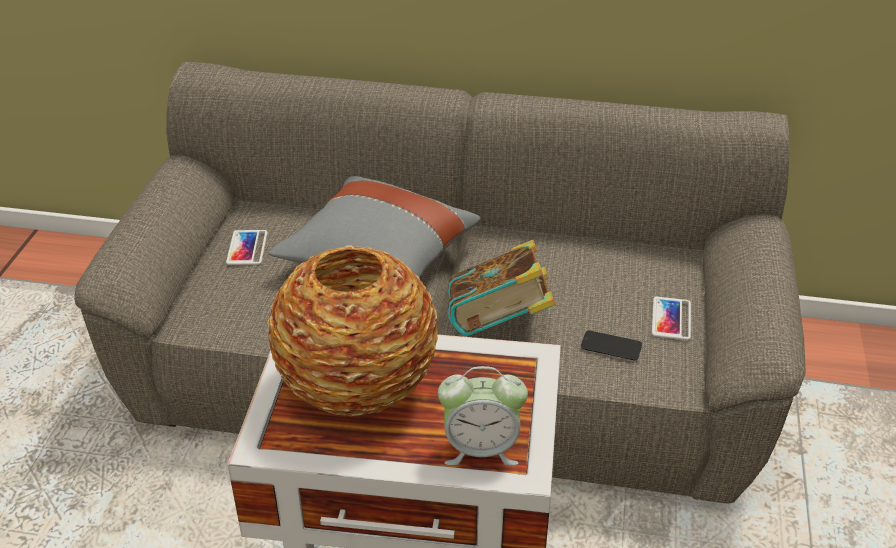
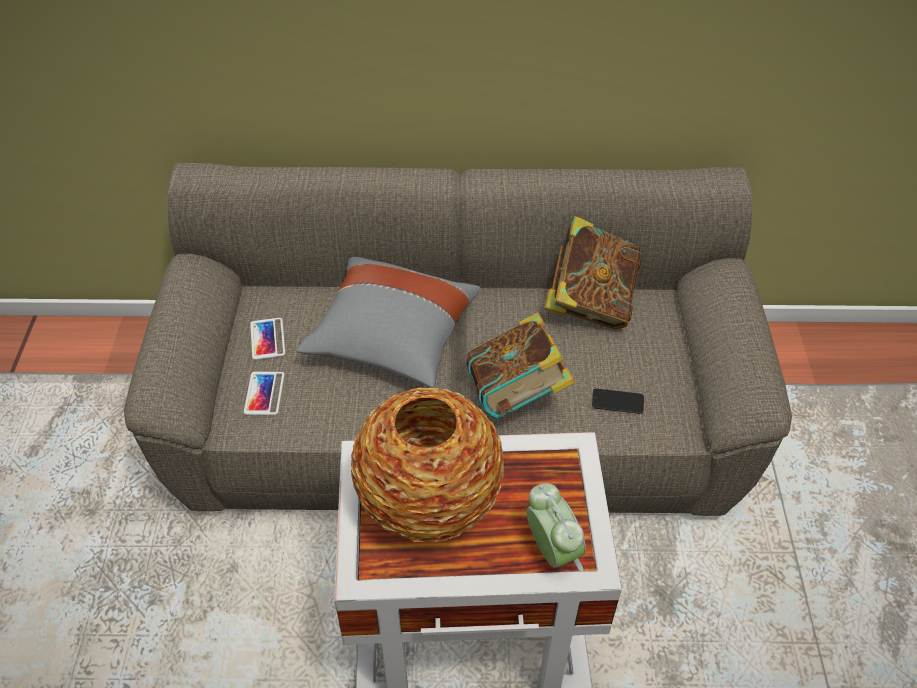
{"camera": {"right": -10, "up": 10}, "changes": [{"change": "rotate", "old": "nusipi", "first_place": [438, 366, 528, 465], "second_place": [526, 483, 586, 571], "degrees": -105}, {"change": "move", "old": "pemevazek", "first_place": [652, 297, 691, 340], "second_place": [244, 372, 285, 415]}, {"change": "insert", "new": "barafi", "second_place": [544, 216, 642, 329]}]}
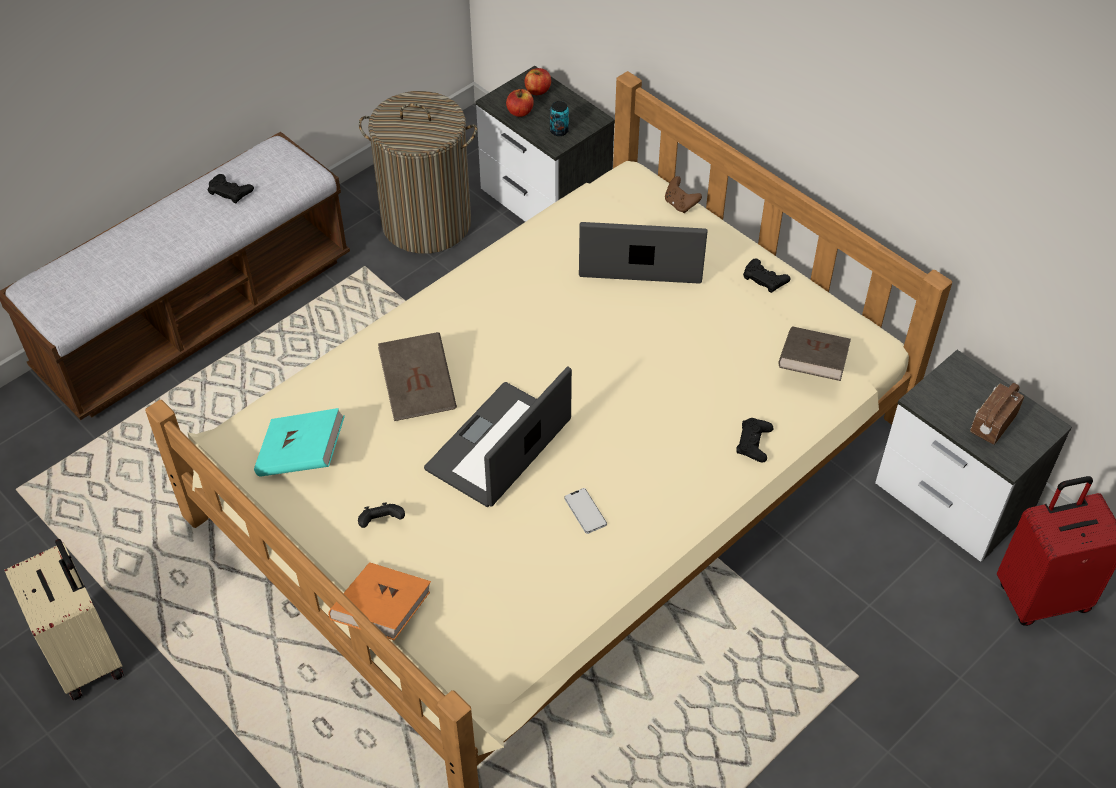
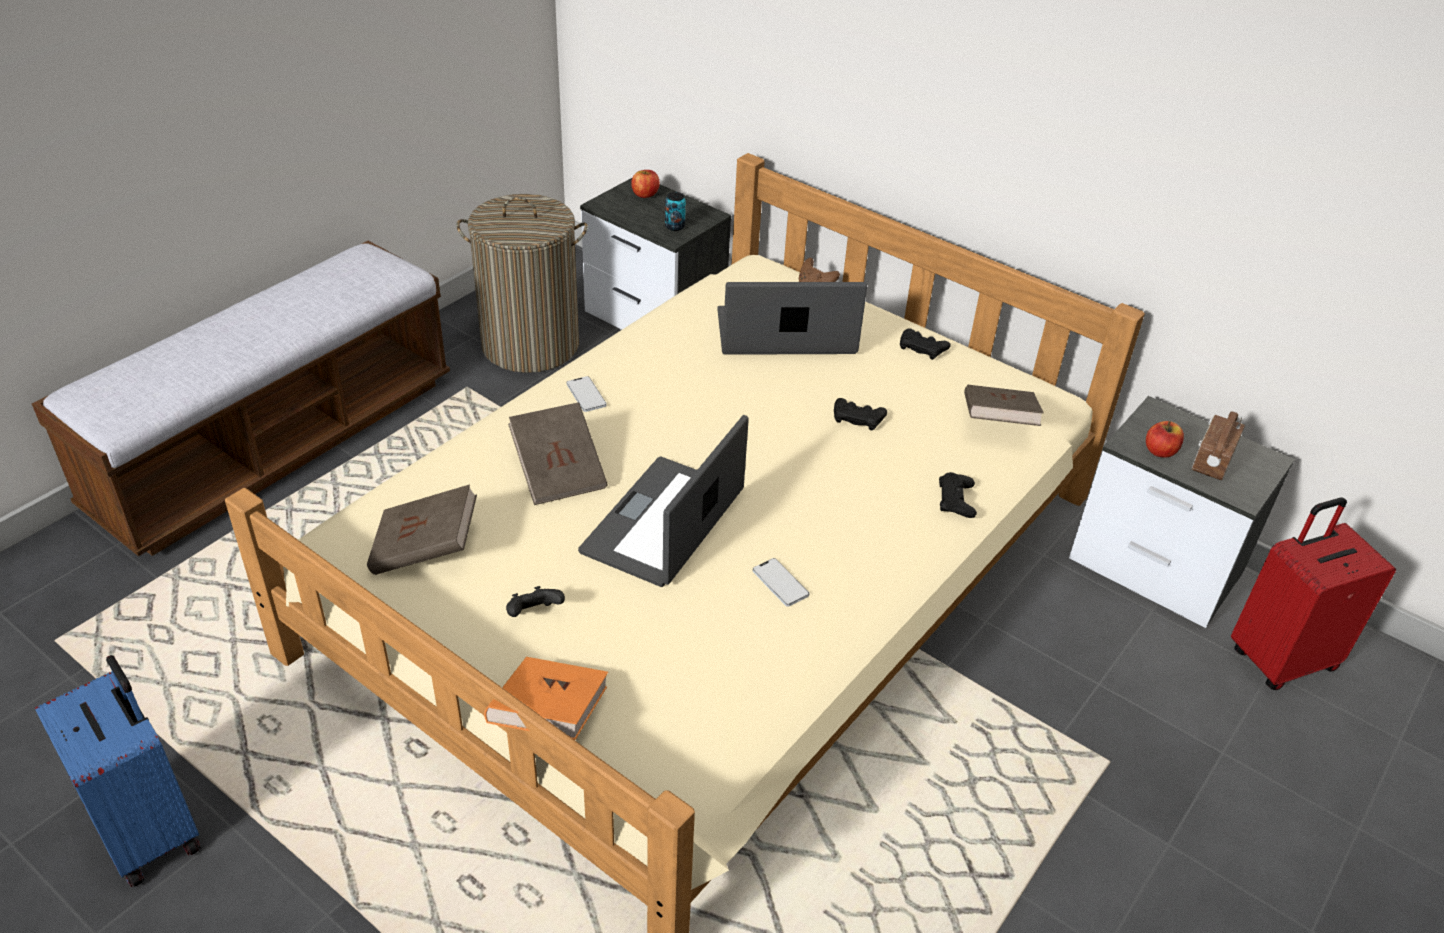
{"camera": {"right": -10, "up": -10}, "changes": [{"change": "recolor", "old": "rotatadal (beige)", "new": "rotatadal (blue)", "first_place": [4, 539, 124, 700], "second_place": [35, 655, 201, 887]}, {"change": "move", "old": "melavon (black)", "first_place": [208, 174, 254, 203], "second_place": [834, 398, 887, 430]}, {"change": "recolor", "old": "barafi (turquoise)", "new": "barafi (brown)", "first_place": [254, 408, 345, 477], "second_place": [367, 485, 477, 575]}, {"change": "move", "old": "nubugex", "first_place": [506, 89, 534, 117], "second_place": [1146, 421, 1184, 458]}, {"change": "insert", "new": "pemevazek", "second_place": [566, 376, 607, 412]}]}
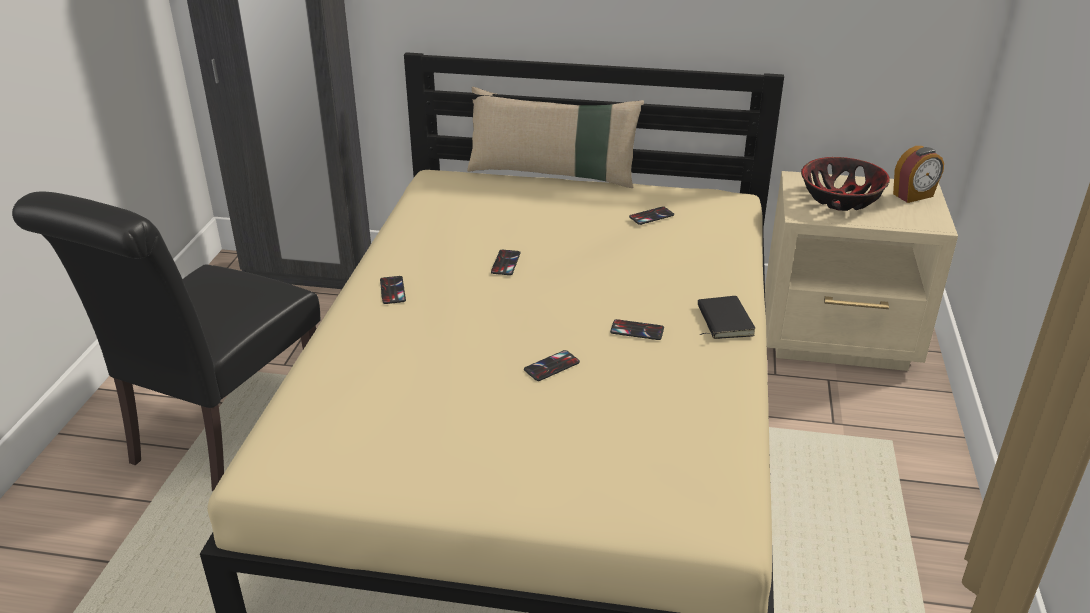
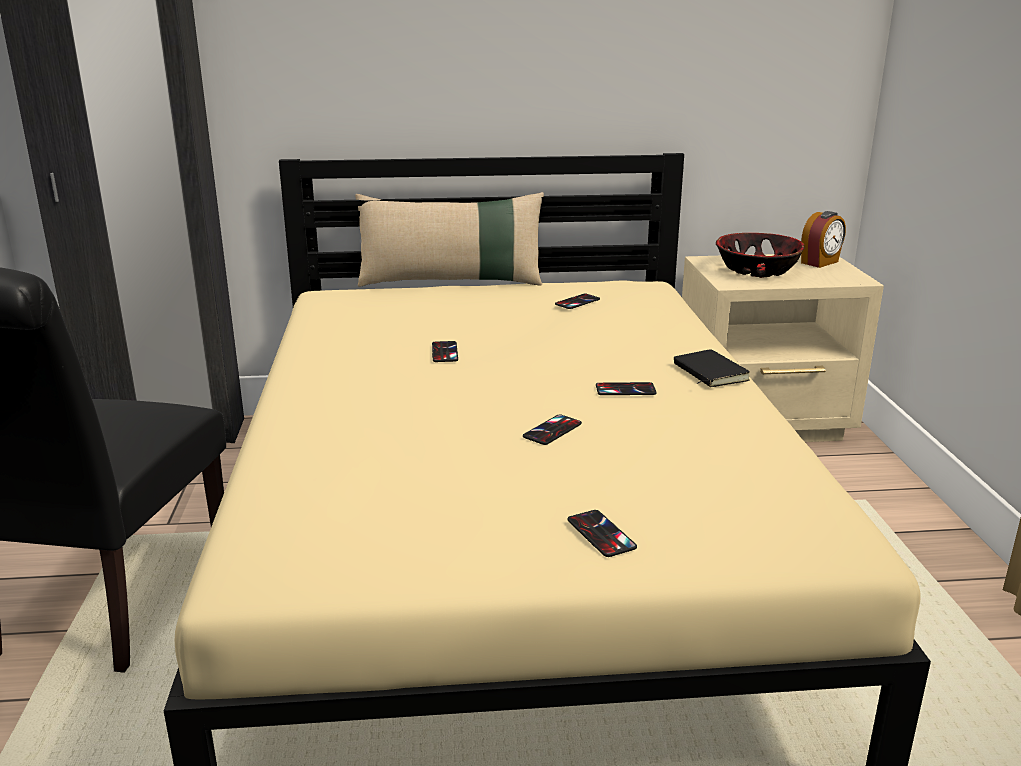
{"camera": {"right": -15, "up": -10}, "changes": [{"change": "move", "old": "pemevazek", "first_place": [380, 276, 406, 304], "second_place": [568, 510, 637, 557]}]}
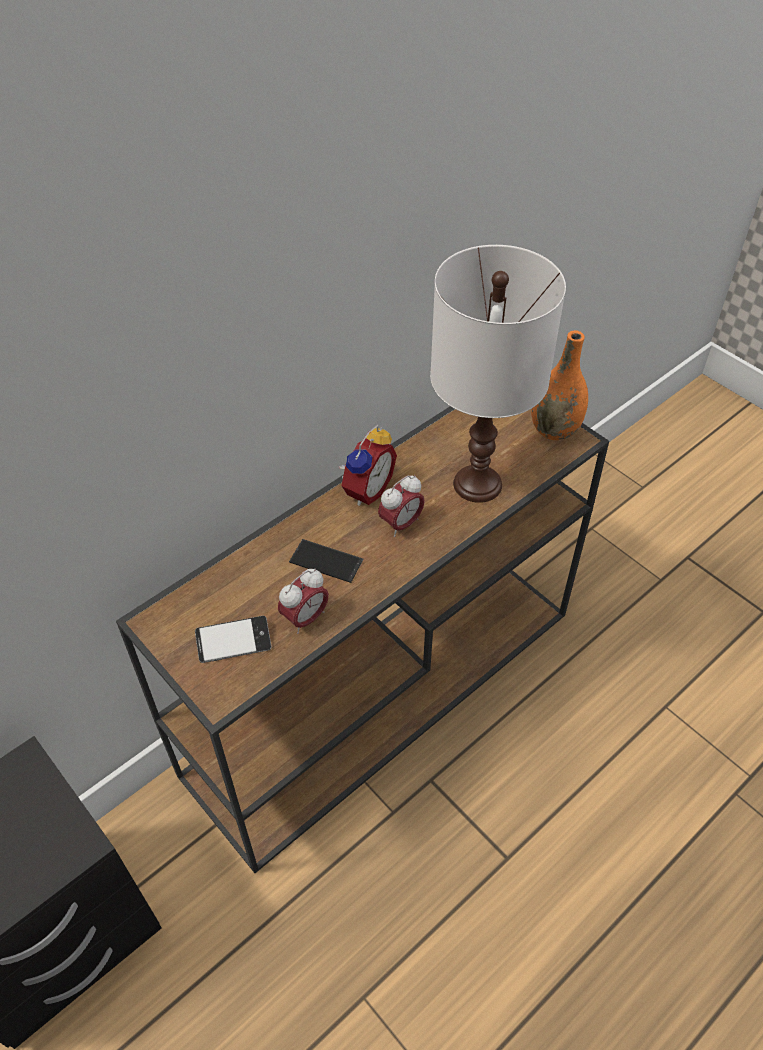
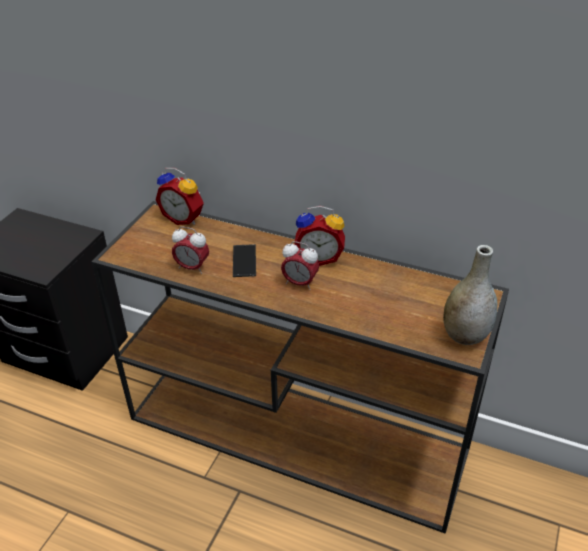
{"camera": {"right": 65, "up": -10}, "changes": [{"change": "delete", "old": "pemevazek", "first_place": [195, 616, 272, 663]}, {"change": "delete", "old": "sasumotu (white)", "first_place": [430, 245, 566, 503]}, {"change": "recolor", "old": "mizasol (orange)", "new": "mizasol (grey)", "first_place": [531, 330, 588, 440], "second_place": [443, 245, 497, 345]}, {"change": "insert", "new": "nusipi", "second_place": [155, 168, 204, 225]}]}
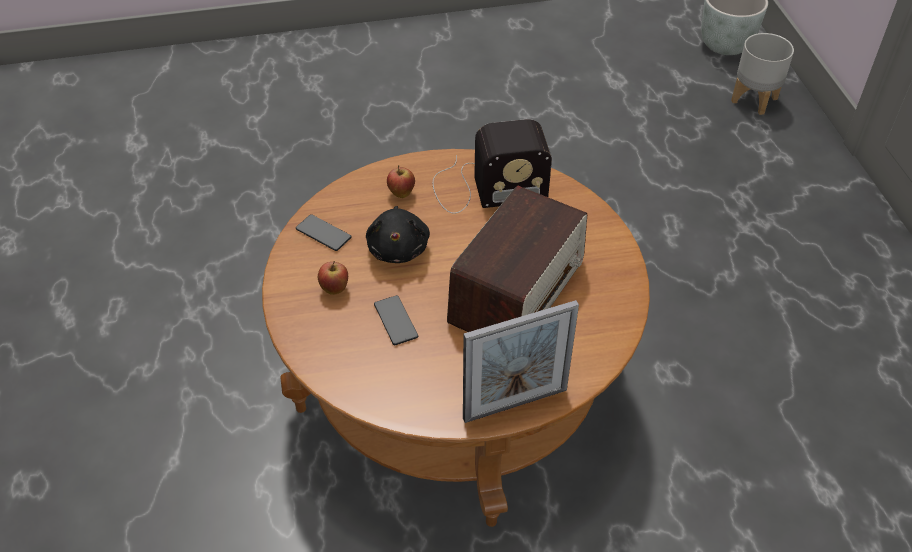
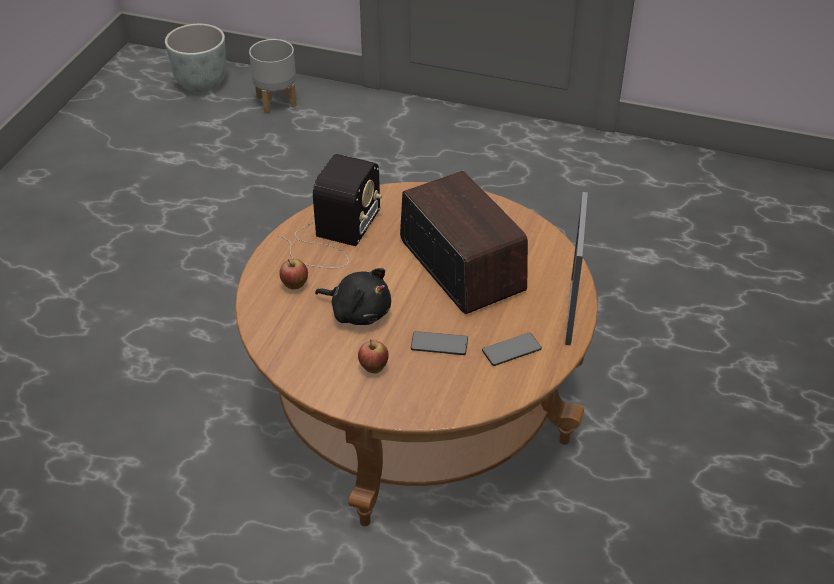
{"camera": {"right": -60, "up": -5}, "changes": [{"change": "move", "old": "pemevazek", "first_place": [296, 214, 352, 251], "second_place": [482, 333, 542, 366]}]}
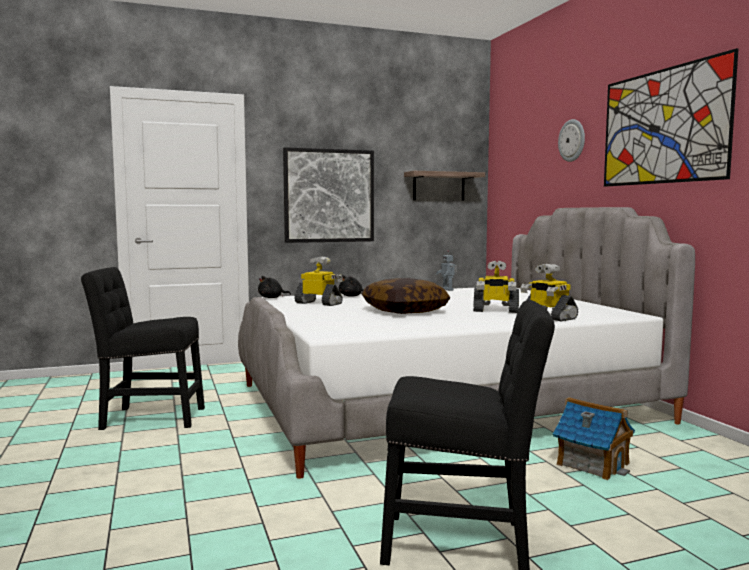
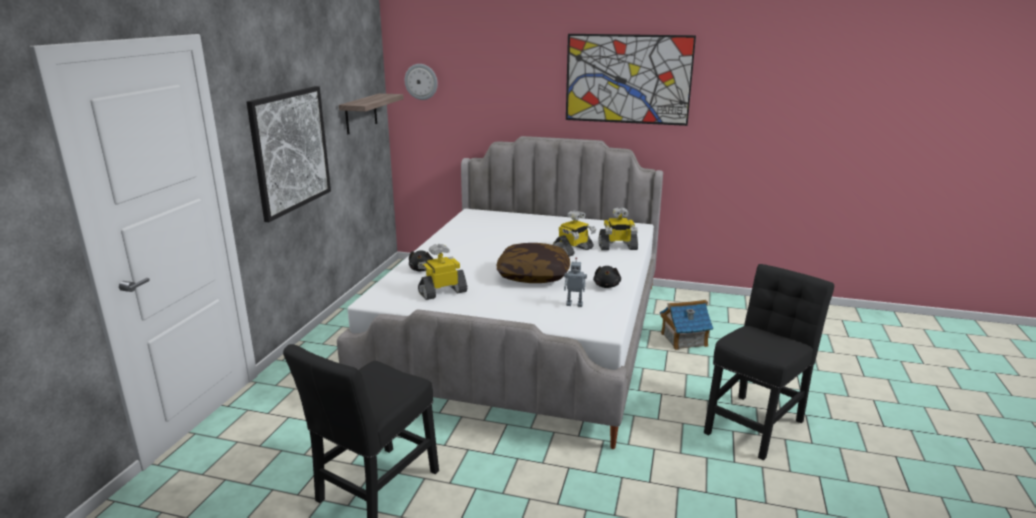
{"camera": {"right": -55, "up": 15}, "changes": [{"change": "move", "old": "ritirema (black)", "first_place": [258, 276, 291, 298], "second_place": [593, 266, 621, 288]}, {"change": "move", "old": "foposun", "first_place": [436, 250, 457, 291], "second_place": [564, 257, 587, 307]}, {"change": "move", "old": "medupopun", "first_place": [558, 119, 585, 162], "second_place": [405, 64, 438, 100]}]}
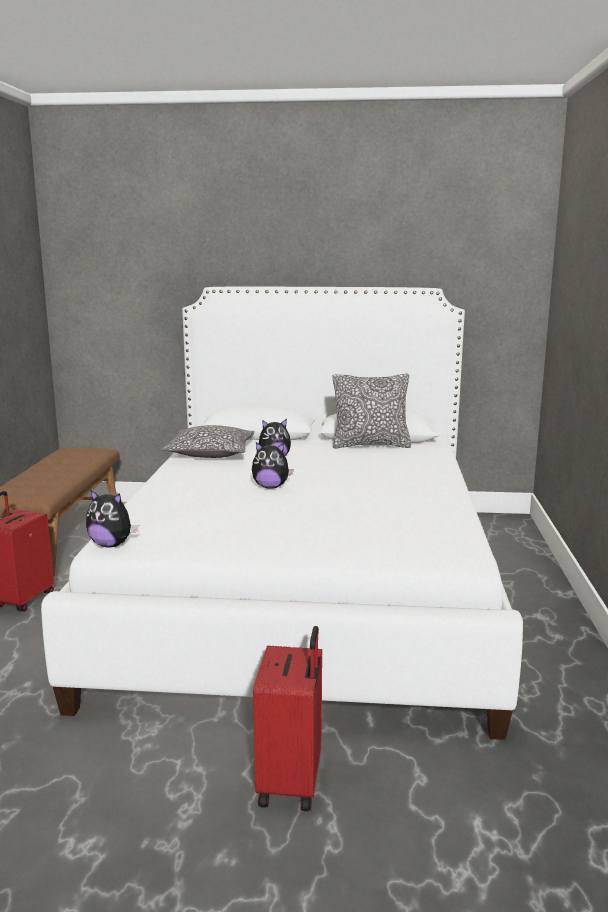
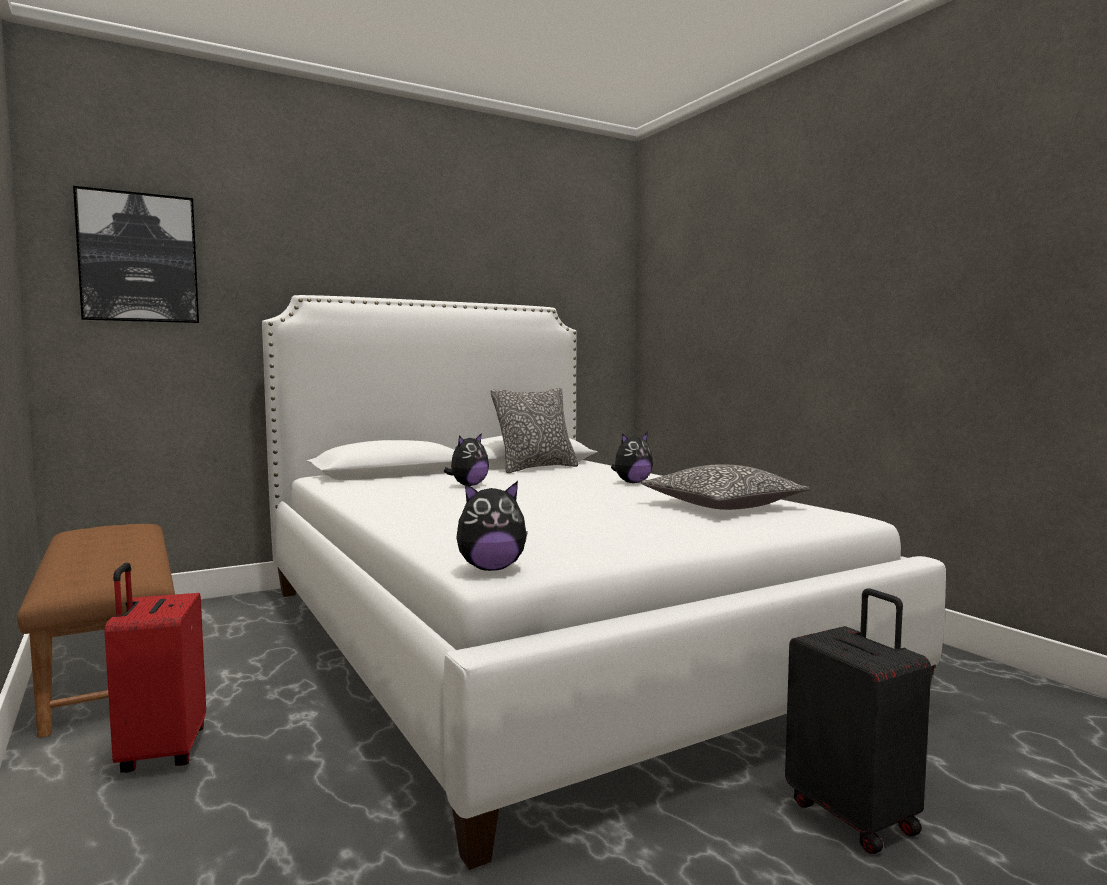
{"camera": {"right": -35, "up": -10}, "changes": [{"change": "move", "old": "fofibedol", "first_place": [161, 425, 255, 458], "second_place": [641, 464, 810, 510]}, {"change": "move", "old": "ritirema", "first_place": [252, 442, 294, 489], "second_place": [611, 432, 653, 483]}, {"change": "recolor", "old": "rotatadal (red)", "new": "rotatadal (black)", "first_place": [253, 626, 322, 811], "second_place": [785, 588, 931, 854]}, {"change": "insert", "new": "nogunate", "second_place": [73, 186, 199, 323]}]}
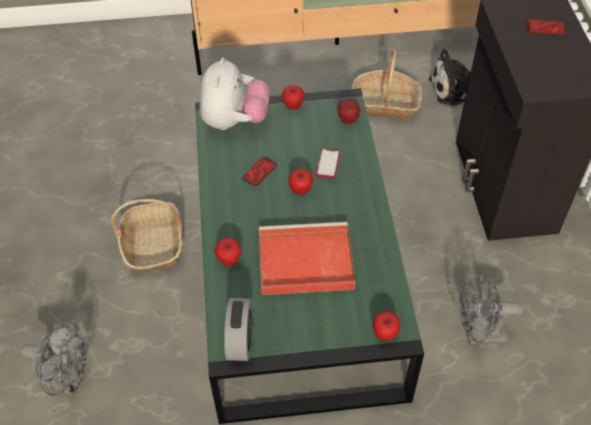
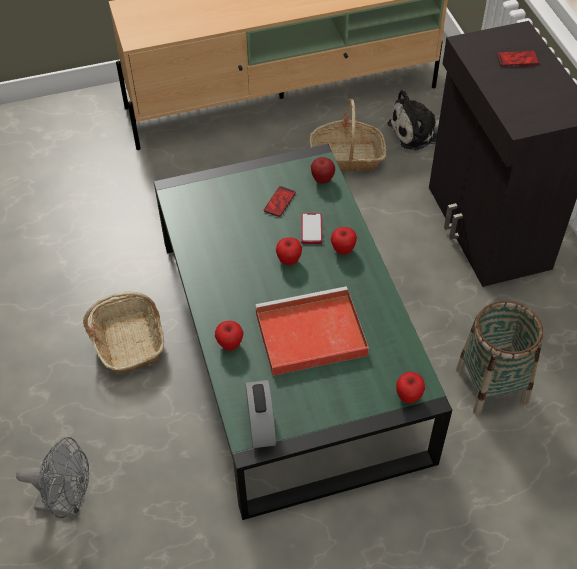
{"camera": {"right": -10, "up": 0}, "changes": [{"change": "delete", "old": "ritirema", "first_place": [200, 57, 269, 130]}, {"change": "move", "old": "pemevazek", "first_place": [242, 156, 277, 186], "second_place": [264, 186, 296, 217]}, {"change": "move", "old": "nubugex", "first_place": [282, 85, 304, 110], "second_place": [331, 227, 357, 255]}, {"change": "replace", "old": "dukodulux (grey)", "new": "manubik", "first_place": [459, 272, 524, 344], "second_place": [456, 300, 543, 415]}]}
